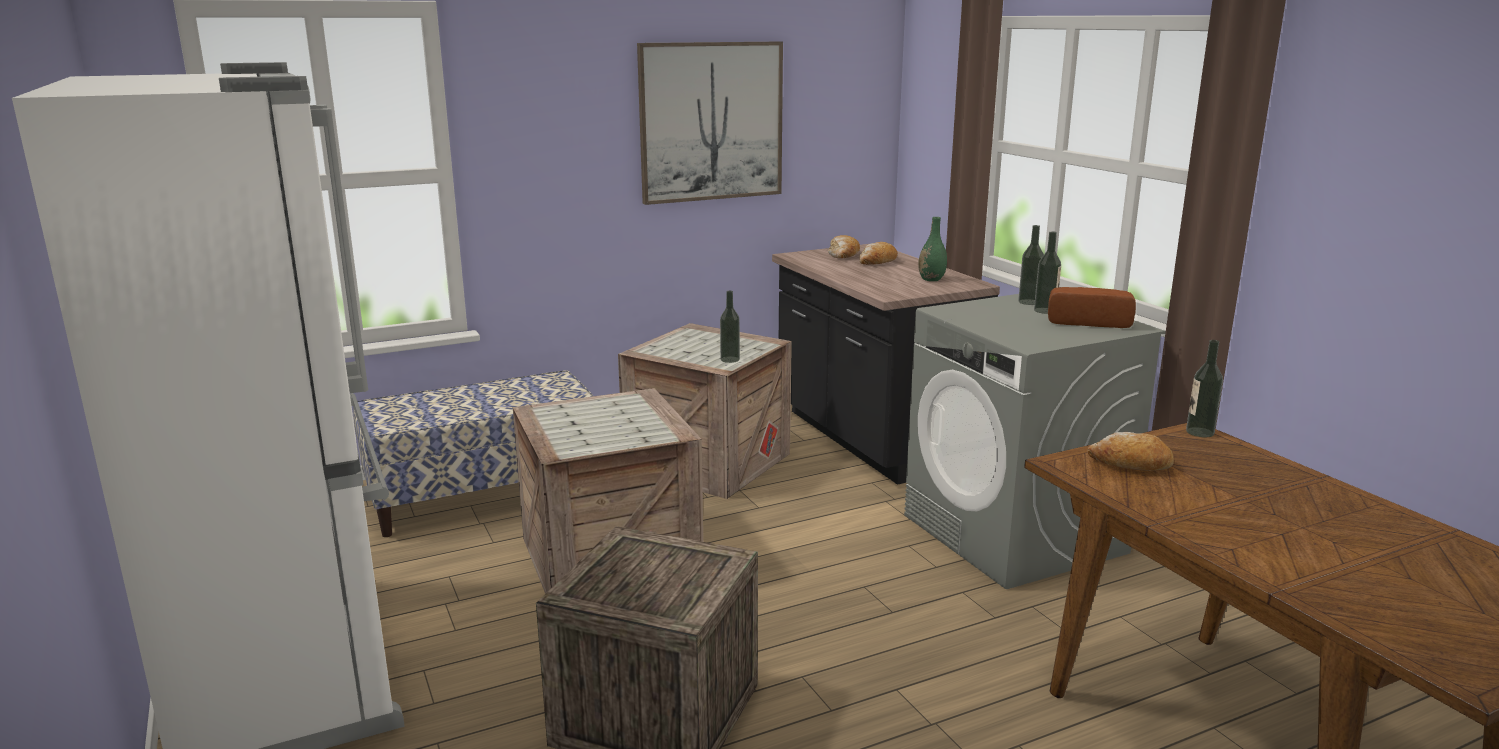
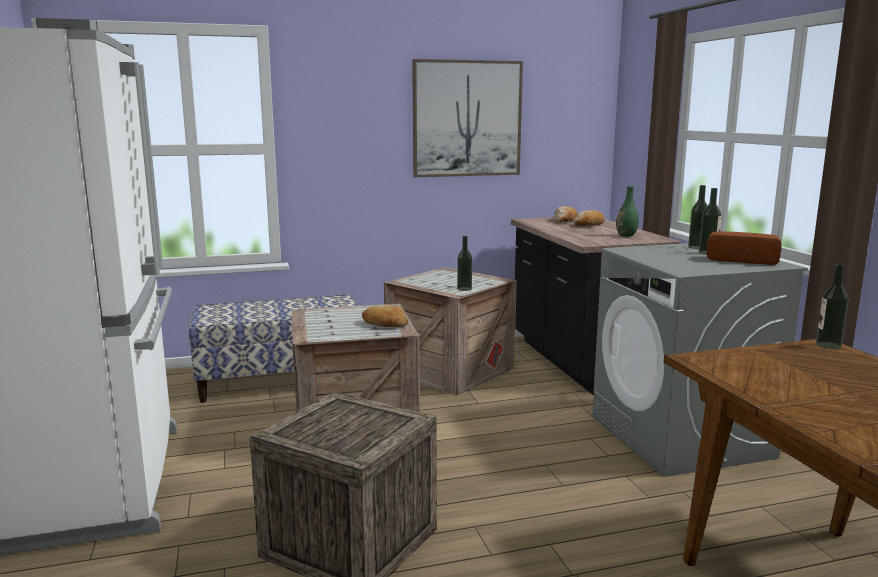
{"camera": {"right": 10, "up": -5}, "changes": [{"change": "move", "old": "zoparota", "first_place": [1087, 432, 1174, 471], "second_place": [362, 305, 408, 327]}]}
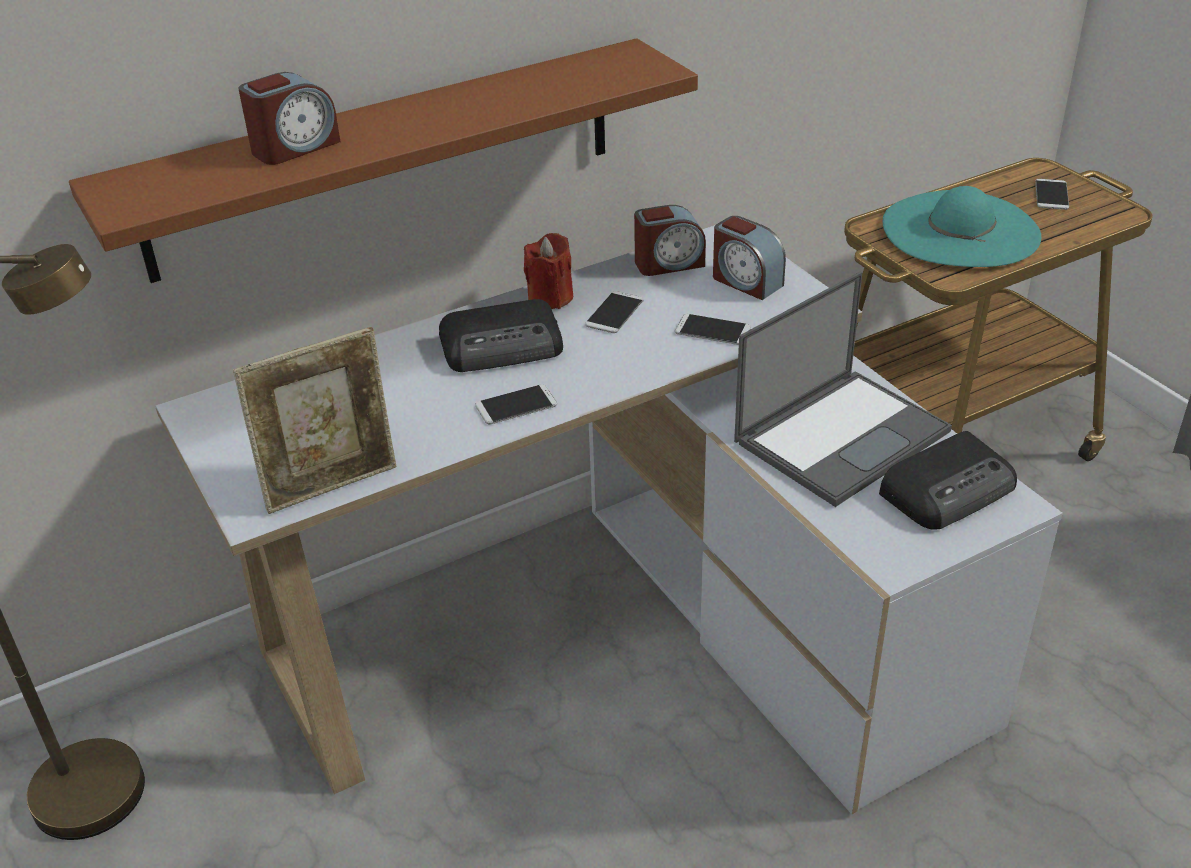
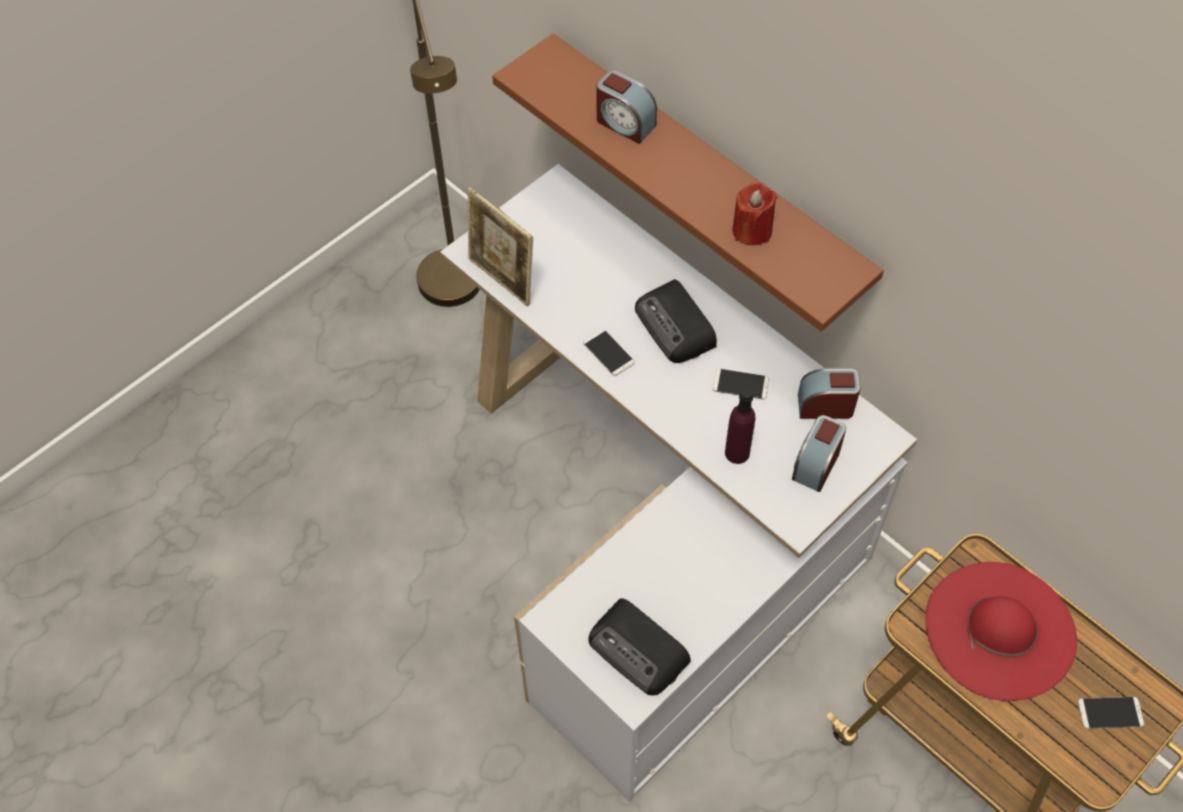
{"camera": {"right": 75, "up": 20}, "changes": [{"change": "move", "old": "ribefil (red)", "first_place": [524, 233, 573, 309], "second_place": [732, 183, 777, 246]}, {"change": "rotate", "old": "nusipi", "first_place": [634, 205, 706, 276], "second_place": [798, 368, 861, 419], "degrees": 120}, {"change": "replace", "old": "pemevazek", "new": "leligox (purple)", "first_place": [675, 314, 751, 345], "second_place": [725, 388, 755, 464]}, {"change": "delete", "old": "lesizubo", "first_place": [734, 272, 952, 507]}, {"change": "recolor", "old": "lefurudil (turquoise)", "new": "lefurudil (red)", "first_place": [883, 186, 1041, 267], "second_place": [925, 562, 1077, 701]}]}
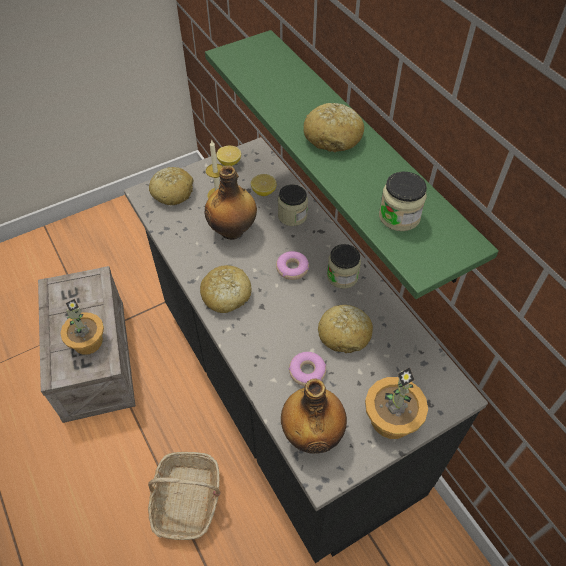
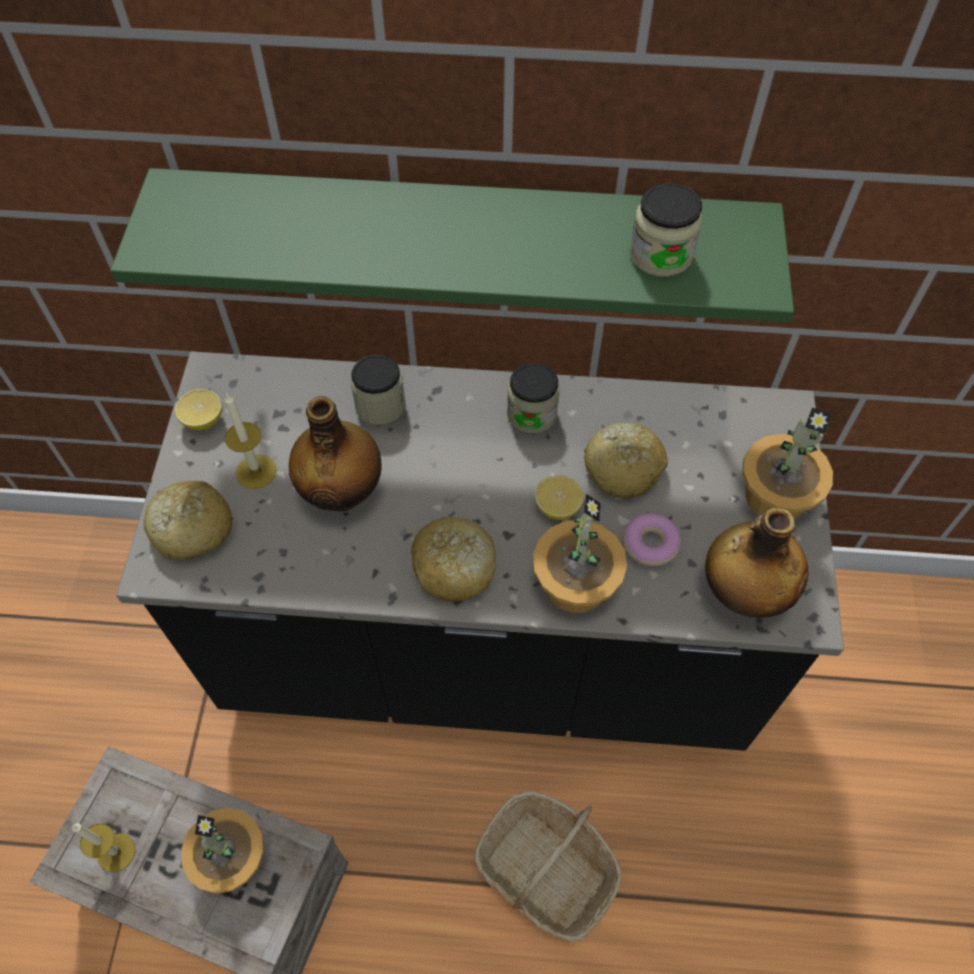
{"camera": {"right": -55, "up": 5}, "changes": [{"change": "move", "old": "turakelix", "first_place": [251, 174, 276, 196], "second_place": [535, 475, 584, 520]}, {"change": "delete", "old": "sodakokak", "first_place": [276, 251, 309, 280]}, {"change": "delete", "old": "zoparota", "first_place": [304, 103, 364, 152]}, {"change": "insert", "new": "ribefil", "second_place": [72, 823, 135, 873]}, {"change": "insert", "new": "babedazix", "second_place": [533, 494, 627, 613]}]}
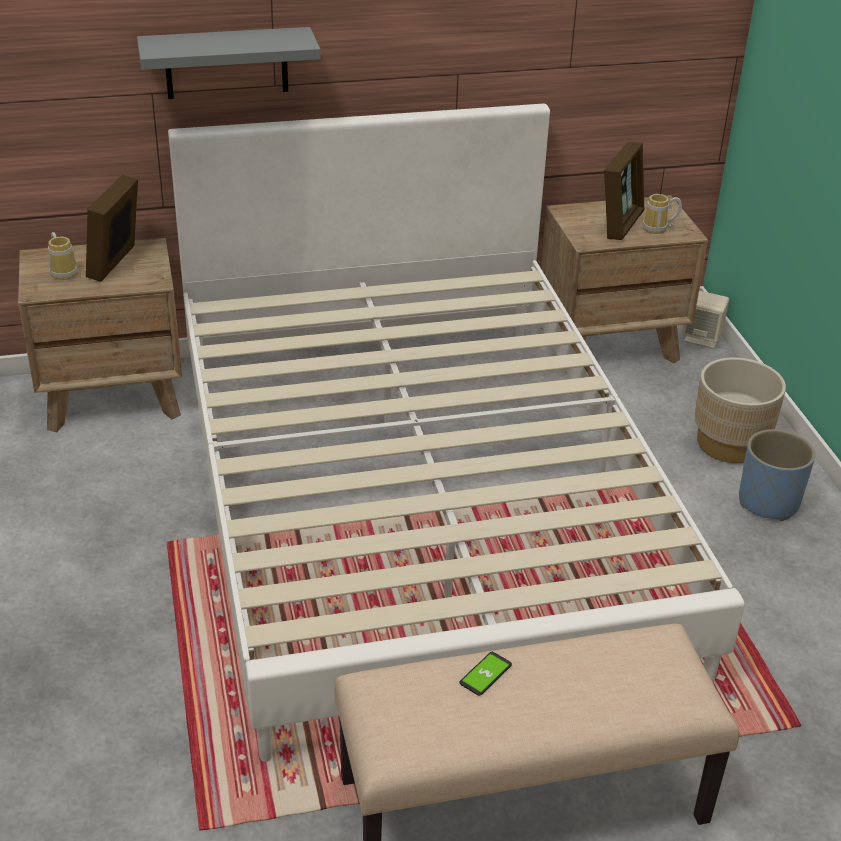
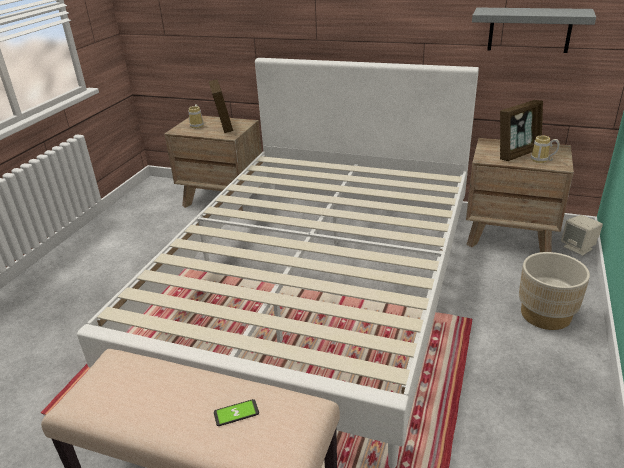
{"camera": {"right": 35, "up": -5}, "changes": [{"change": "rotate", "old": "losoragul", "first_place": [86, 175, 138, 282], "second_place": [209, 79, 233, 133], "degrees": 120}, {"change": "move", "old": "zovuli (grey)", "first_place": [137, 27, 321, 99], "second_place": [472, 8, 596, 53]}, {"change": "move", "old": "pemevazek", "first_place": [459, 652, 512, 696], "second_place": [214, 399, 259, 426]}, {"change": "delete", "old": "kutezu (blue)", "first_place": [739, 429, 815, 521]}]}
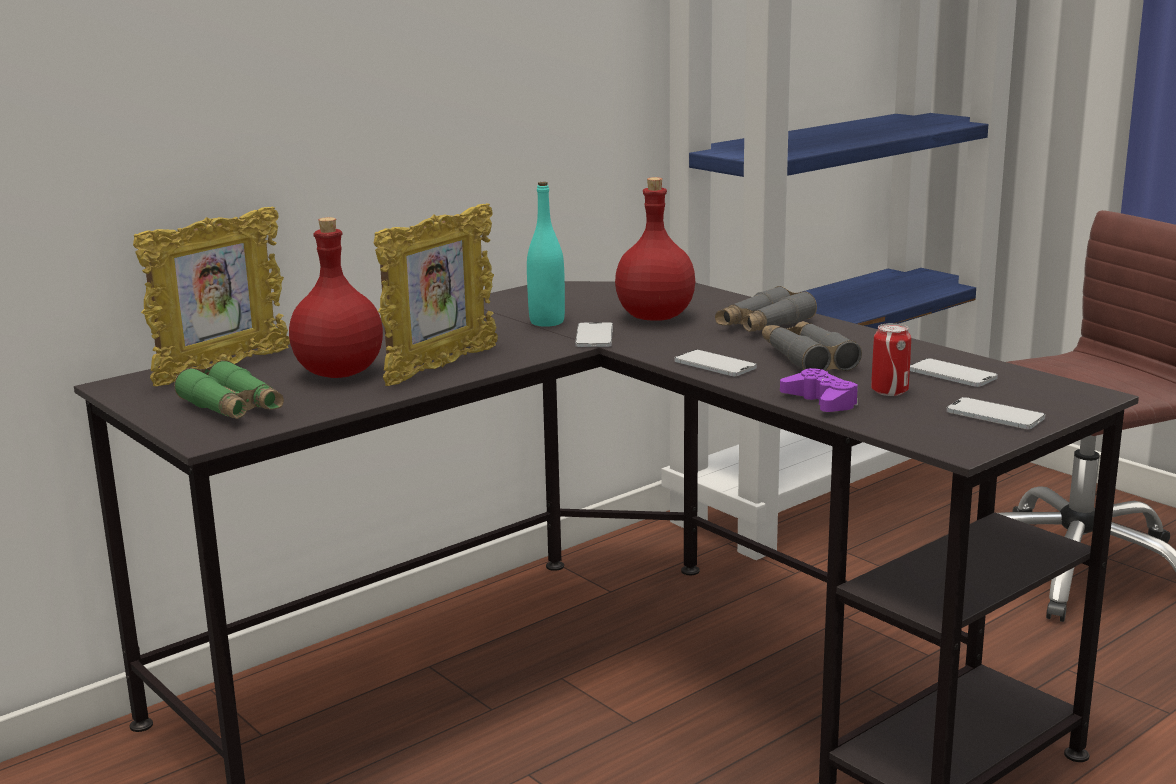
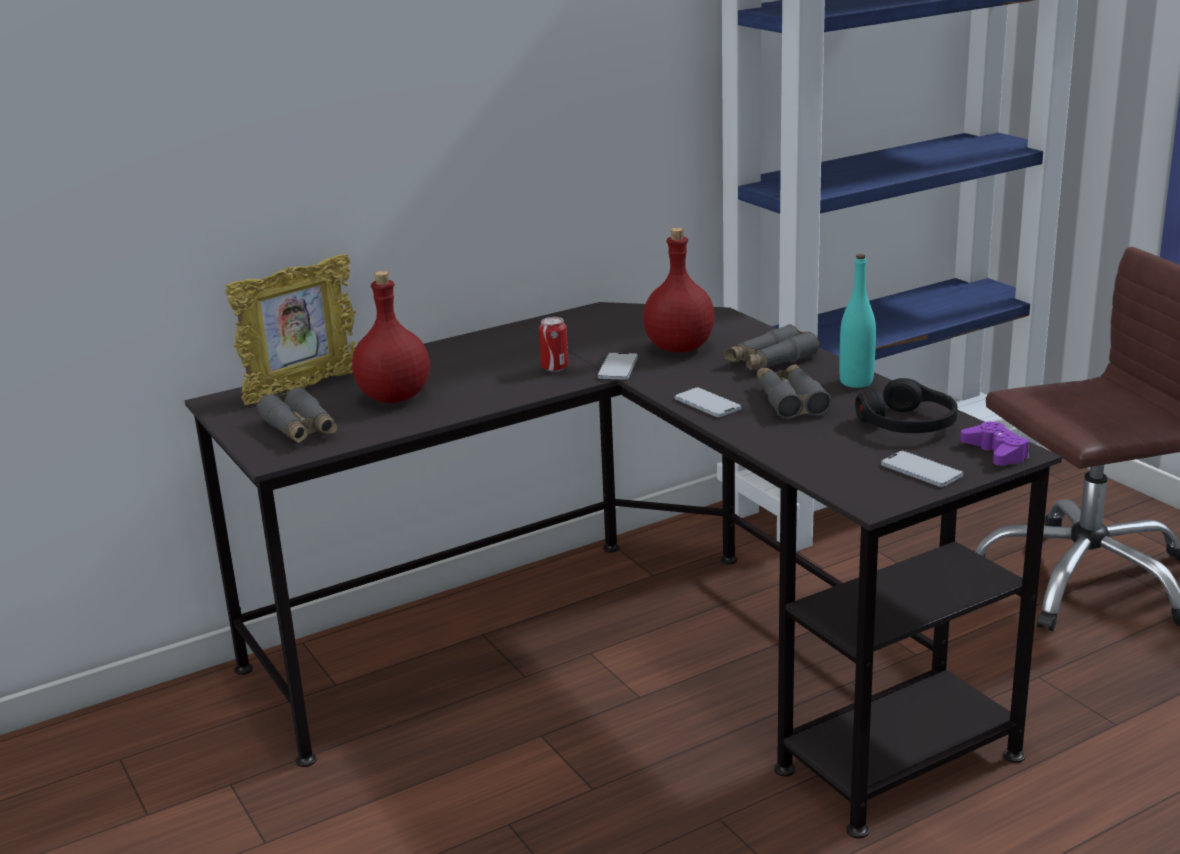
{"camera": {"right": 10, "up": 5}, "changes": [{"change": "recolor", "old": "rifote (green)", "new": "rifote (grey)", "first_place": [174, 360, 284, 419], "second_place": [256, 387, 338, 443]}, {"change": "delete", "old": "losoragul", "first_place": [374, 203, 498, 386]}, {"change": "move", "old": "leligox (turquoise)", "first_place": [527, 182, 565, 327], "second_place": [839, 254, 876, 388]}, {"change": "move", "old": "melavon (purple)", "first_place": [780, 368, 858, 412], "second_place": [960, 421, 1029, 465]}, {"change": "move", "old": "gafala", "first_place": [871, 323, 911, 396], "second_place": [539, 317, 569, 372]}, {"change": "replace", "old": "pemevazek", "new": "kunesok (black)", "first_place": [910, 358, 998, 387], "second_place": [855, 378, 958, 433]}]}
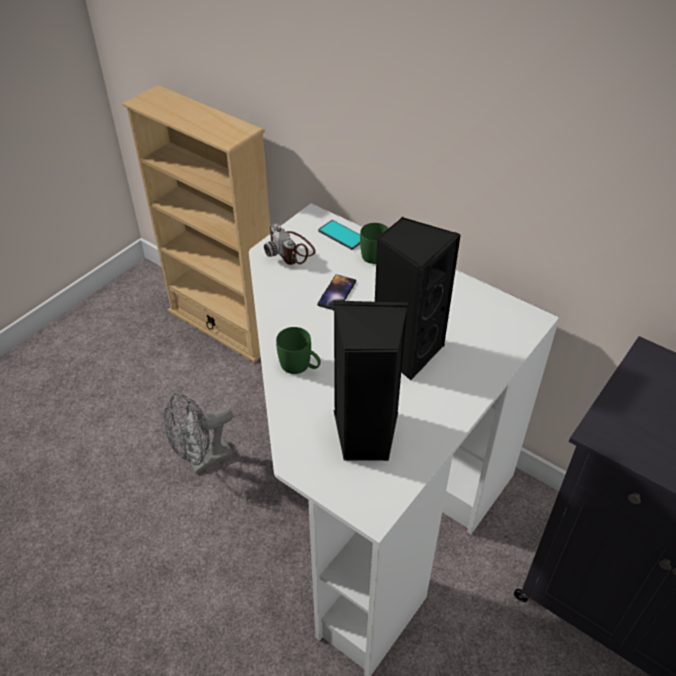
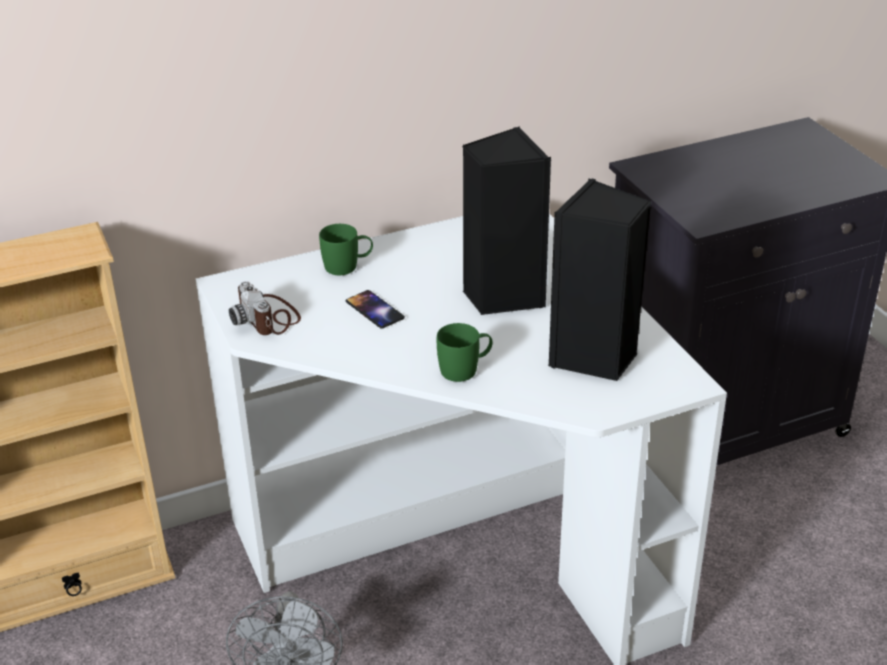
{"camera": {"right": -60, "up": -10}, "changes": [{"change": "rotate", "old": "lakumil", "first_place": [264, 223, 316, 265], "second_place": [229, 281, 301, 335], "degrees": 60}, {"change": "delete", "old": "pemevazek", "first_place": [318, 220, 360, 250]}]}
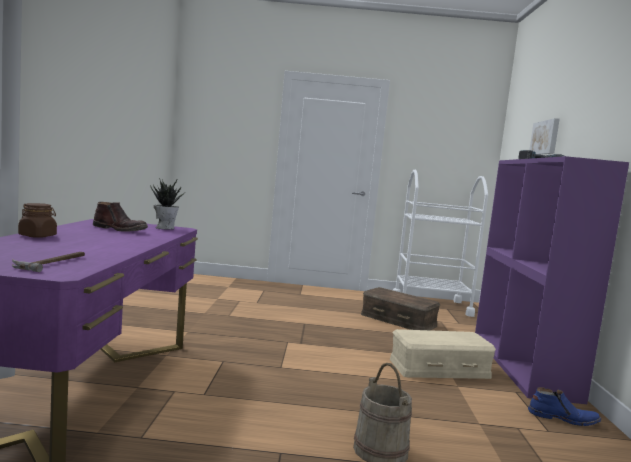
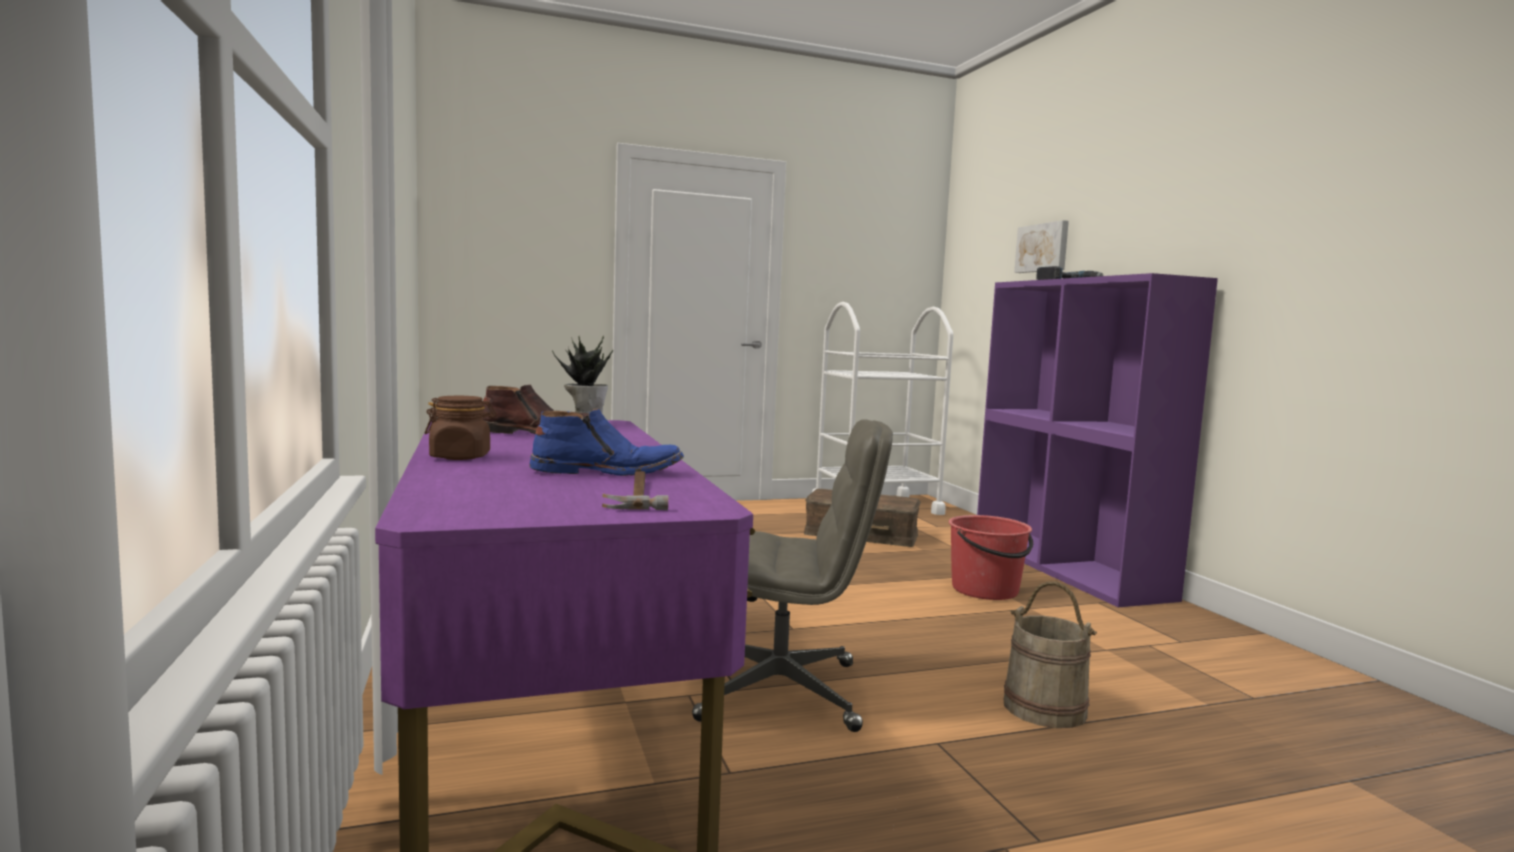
{"camera": {"right": -20, "up": 0}, "changes": [{"change": "replace", "old": "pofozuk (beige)", "new": "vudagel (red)", "first_place": [390, 329, 496, 379], "second_place": [949, 515, 1033, 600]}, {"change": "move", "old": "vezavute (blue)", "first_place": [528, 387, 602, 426], "second_place": [529, 409, 684, 476]}, {"change": "insert", "new": "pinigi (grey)", "second_place": [692, 419, 893, 732]}]}
